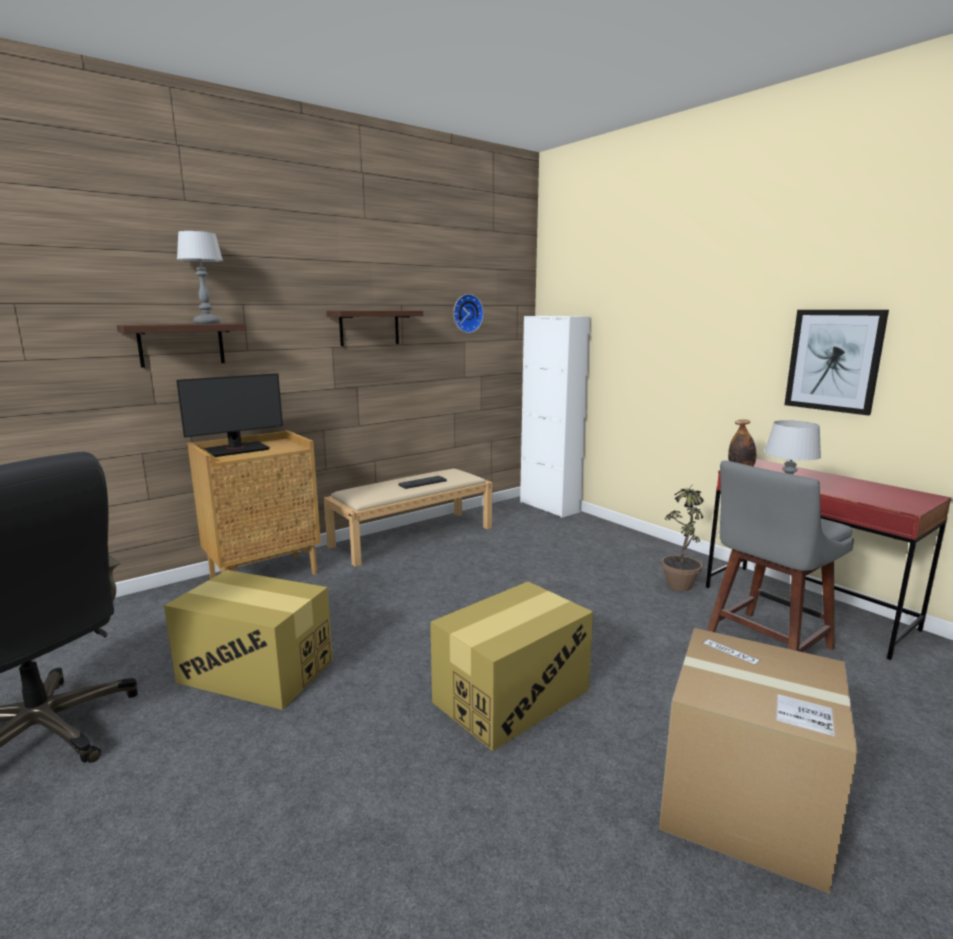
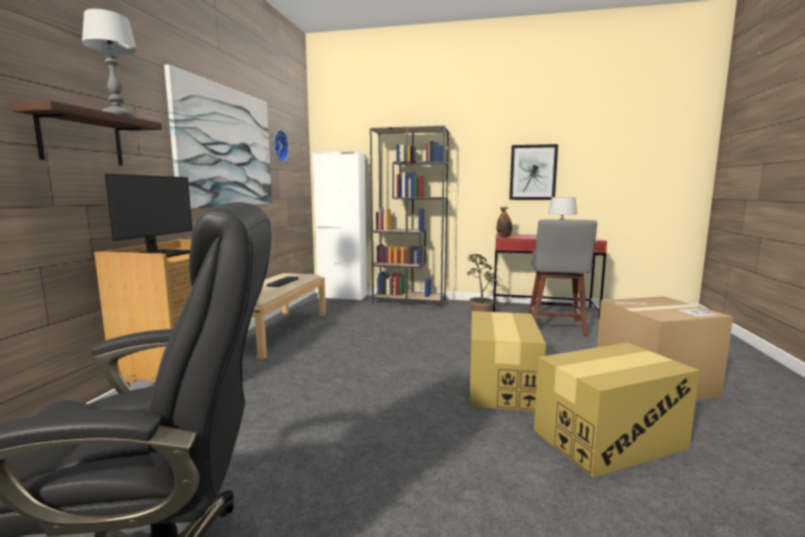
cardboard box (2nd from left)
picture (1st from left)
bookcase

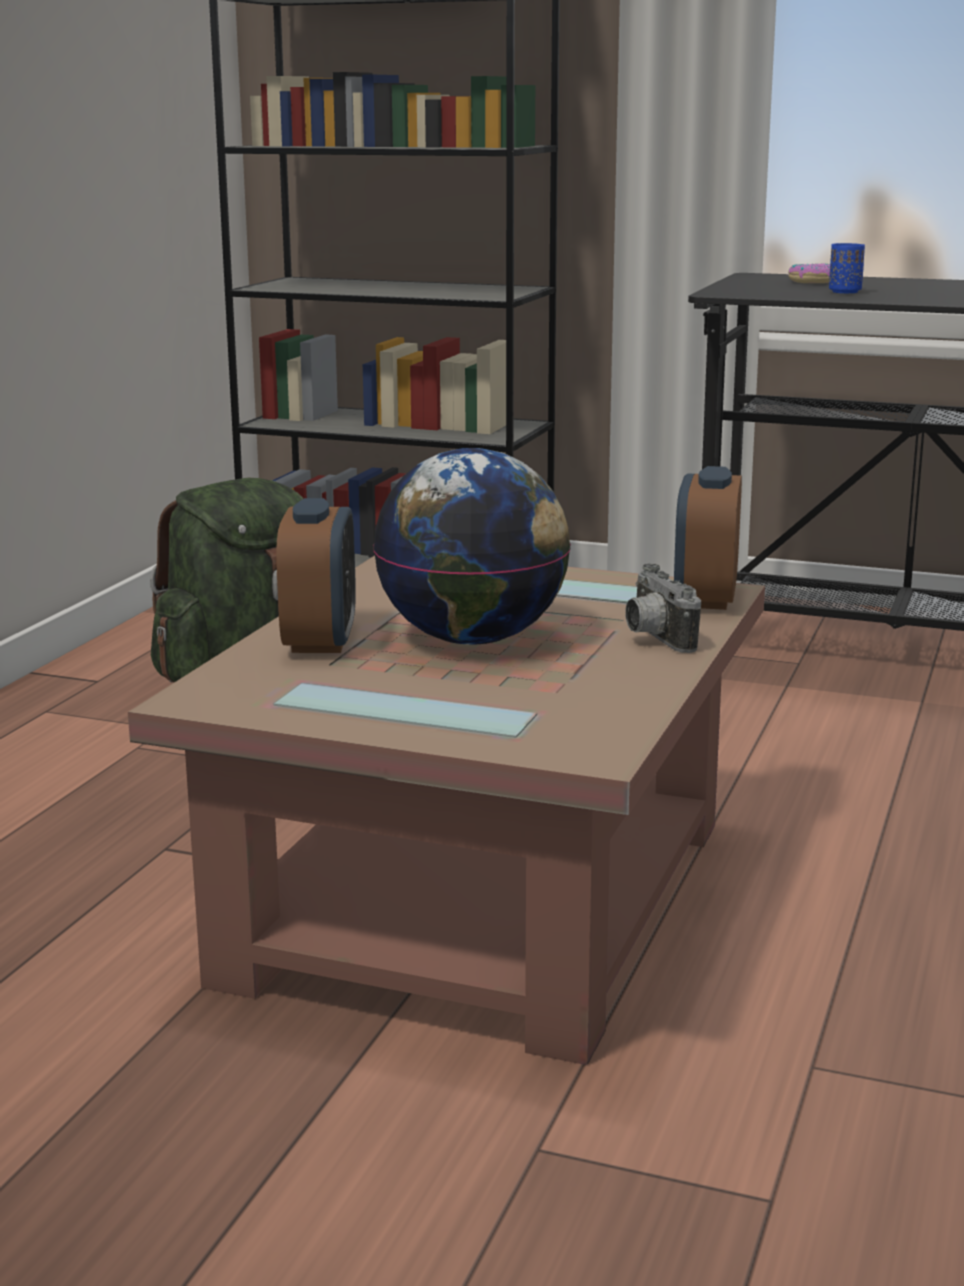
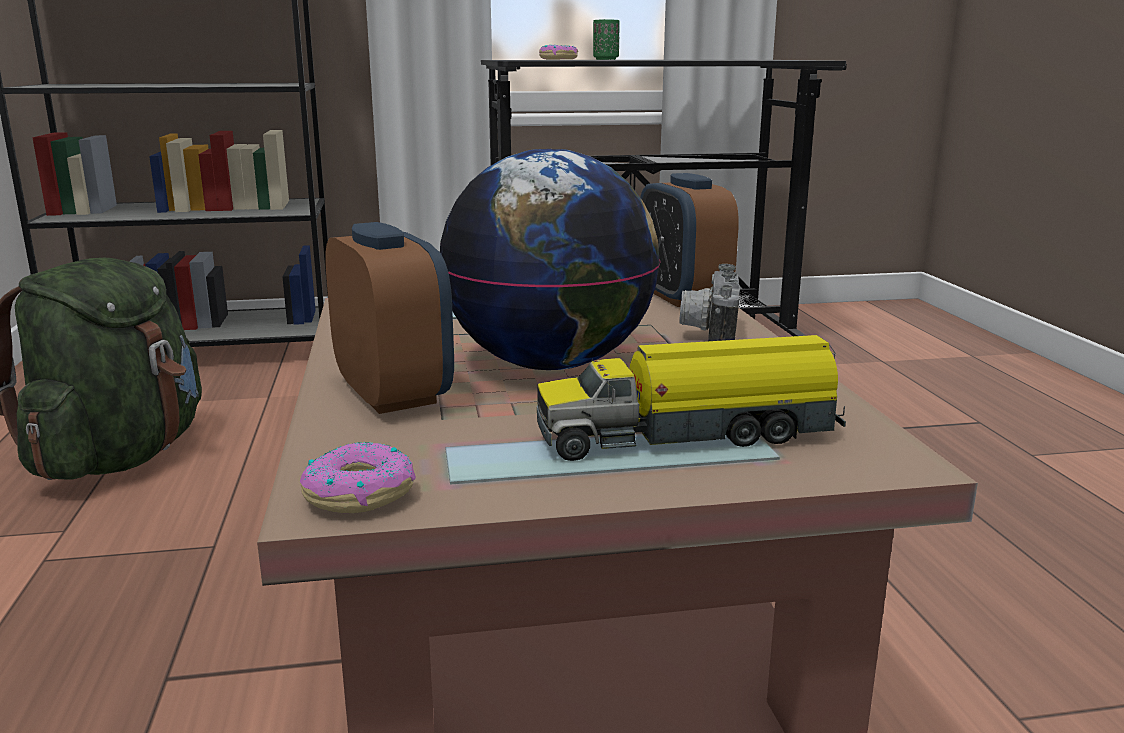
photo camera
cup (green)
donut (1st from left)
toy truck

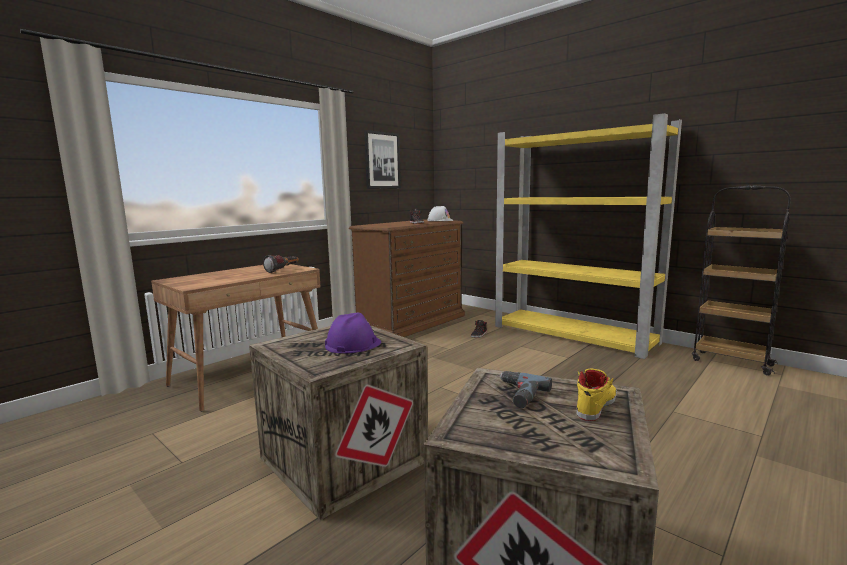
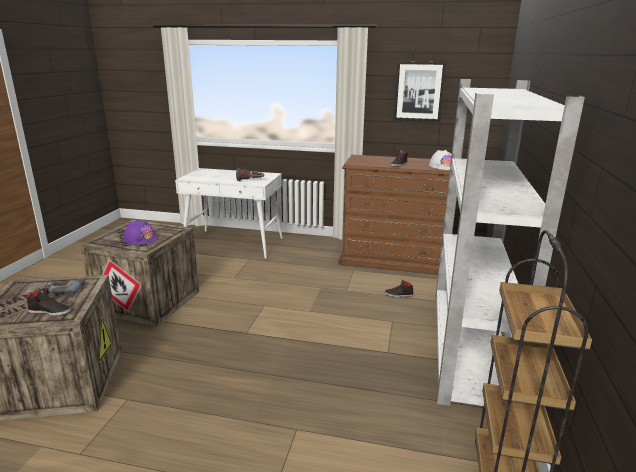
desk (white)
bookcase (white)
shoe (black) (1st from left)

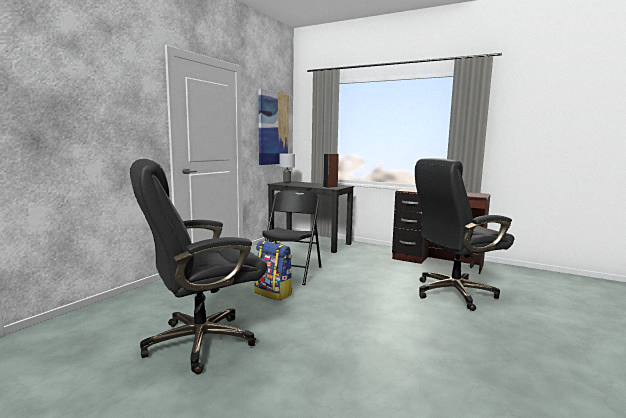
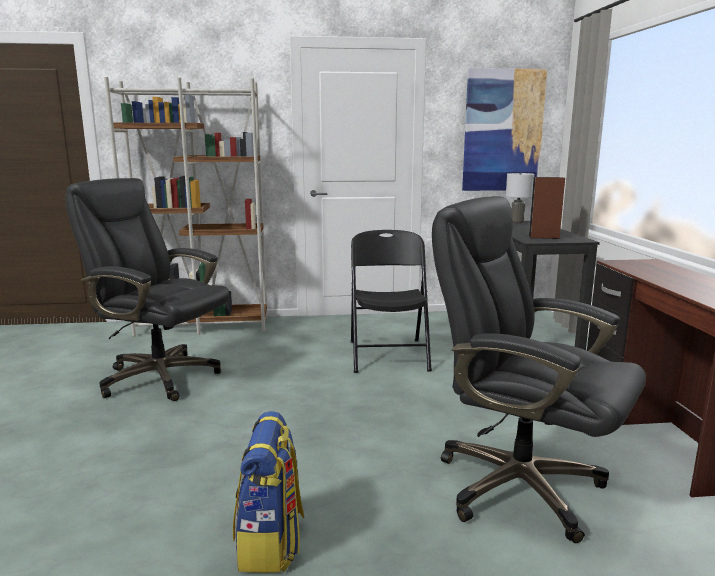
backpack
chair (black)
bookcase (brown)

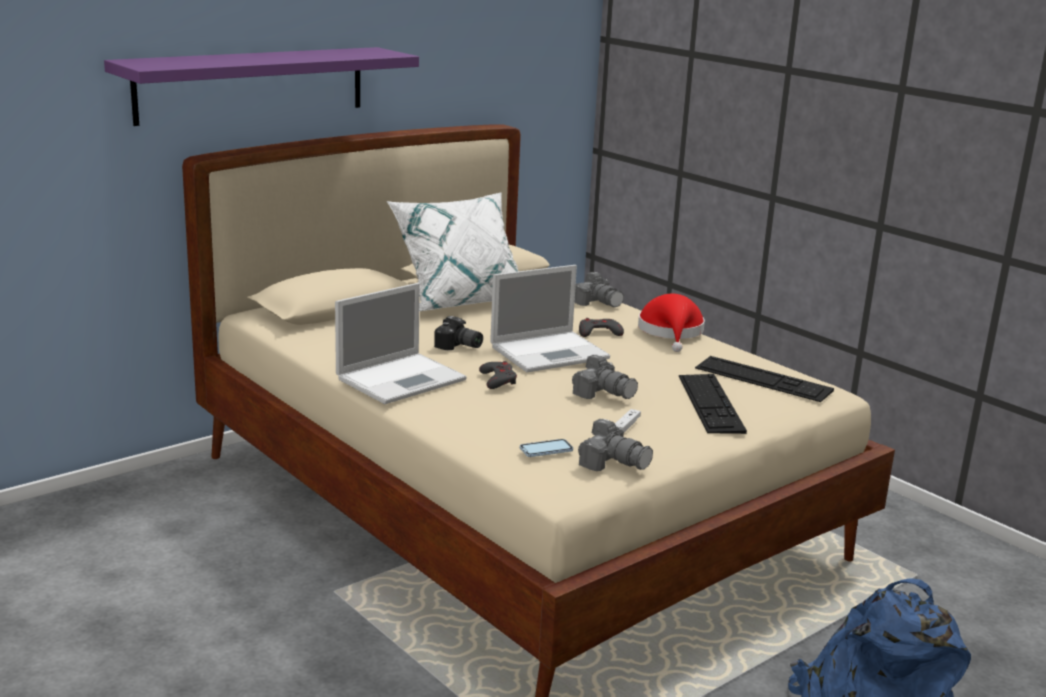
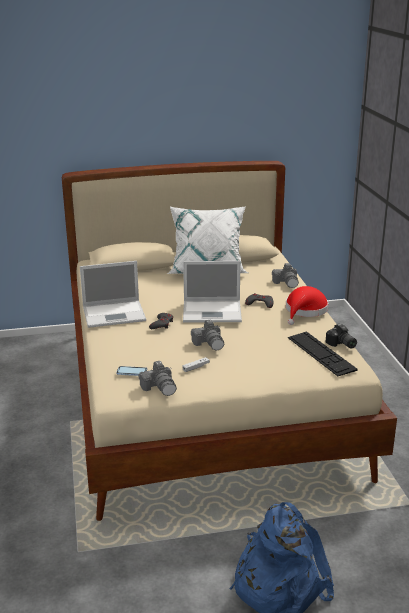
shelf (purple)
photo camera (4th from left)
keyboard (1st from left in the first image)

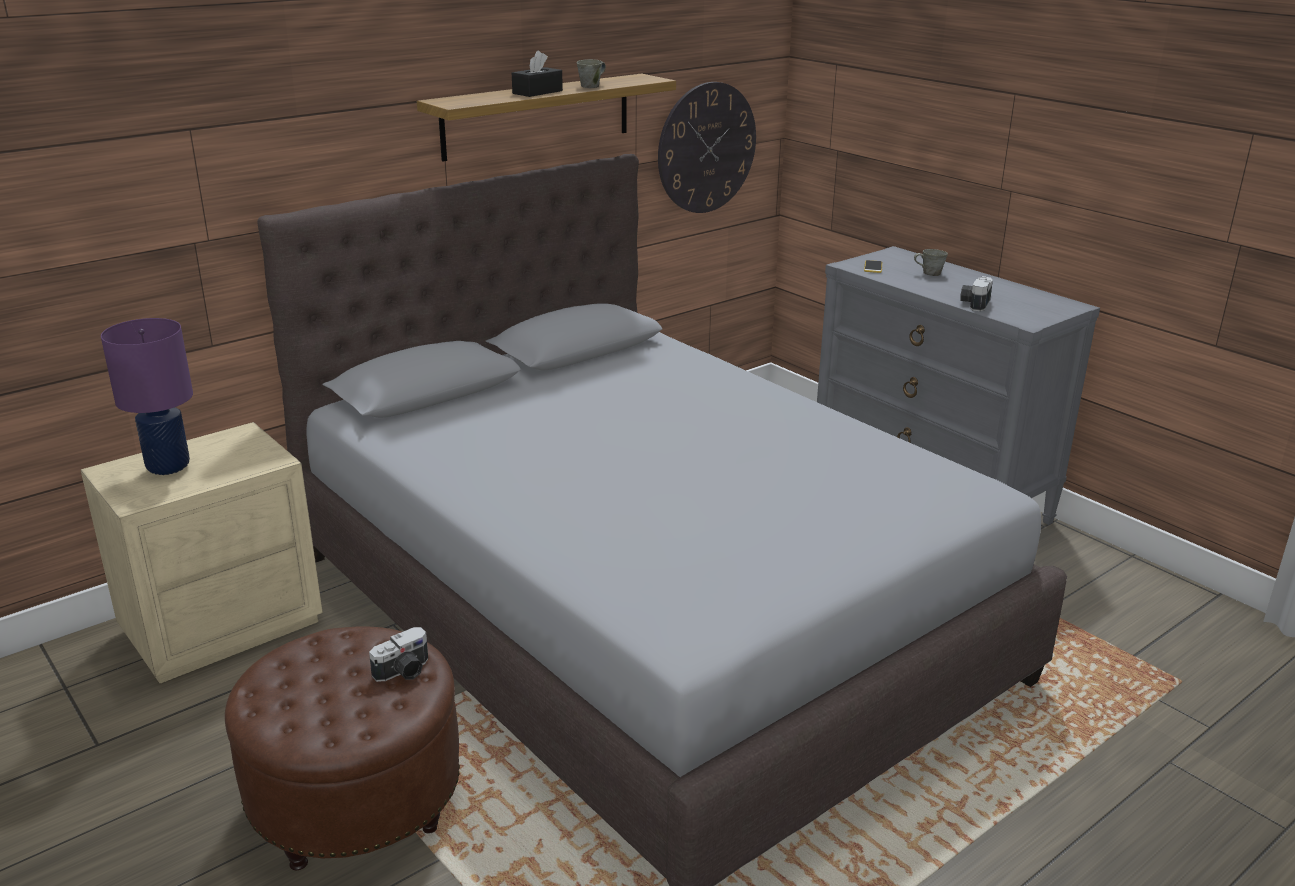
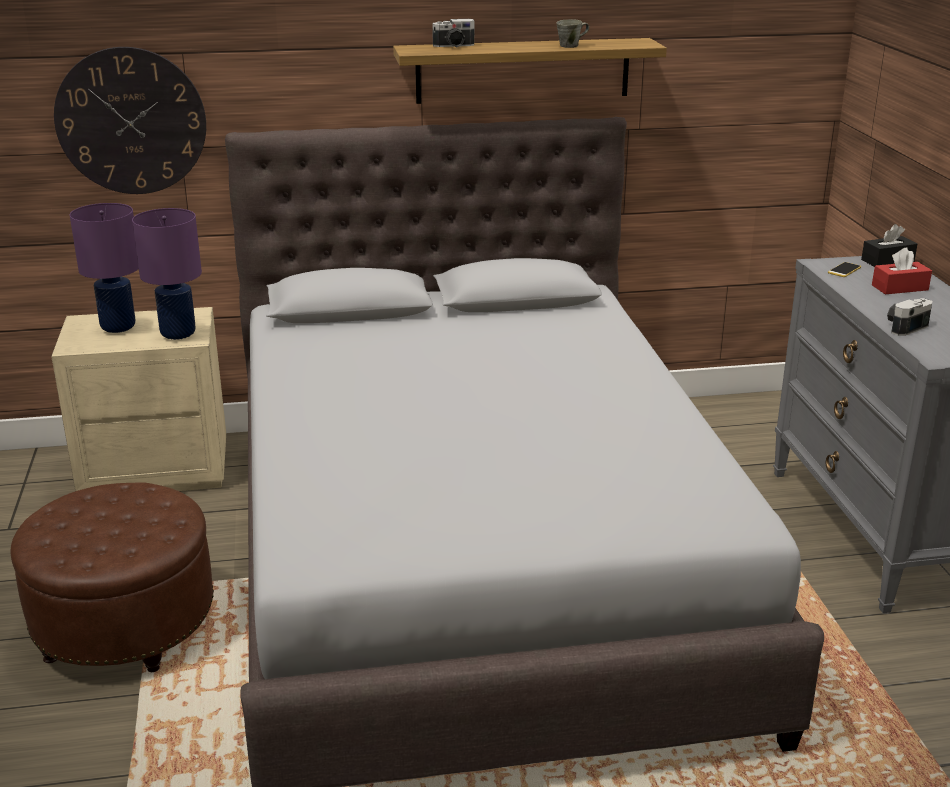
photo camera (1st from left)
tissue box (black)
wall clock
tissue box (red)
table lamp (purple) (2nd from left)

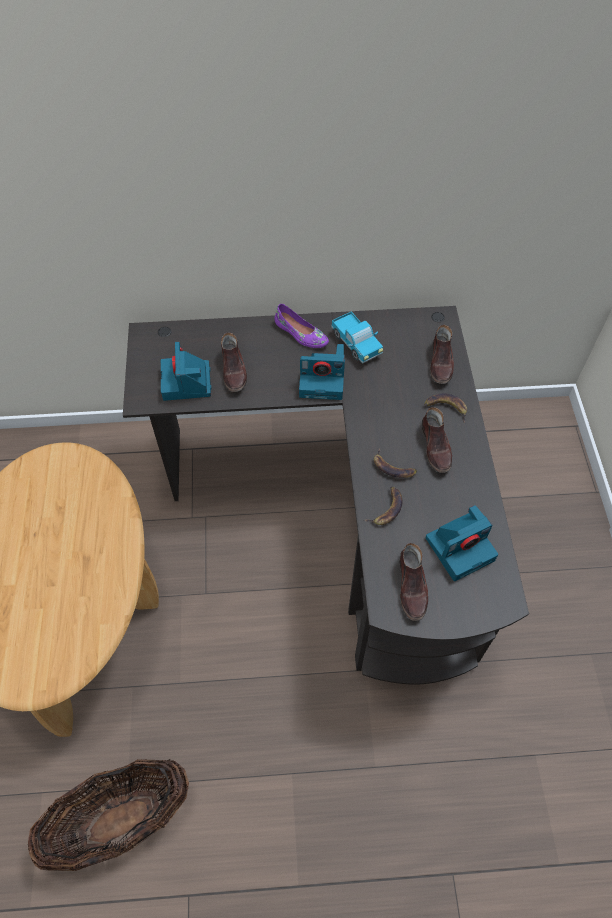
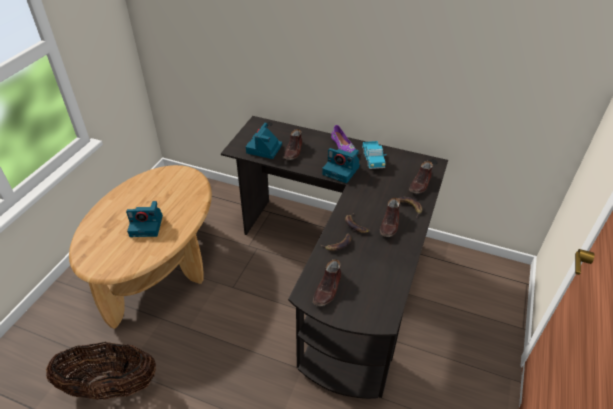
photo camera (1st from left)

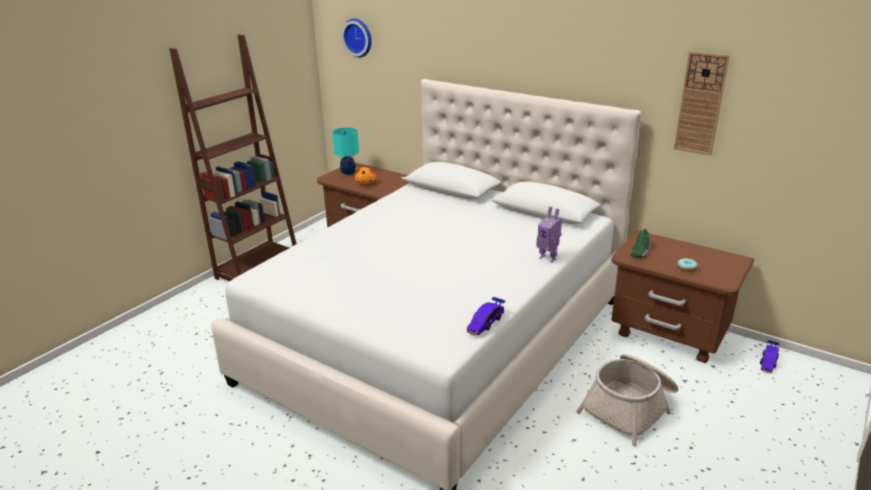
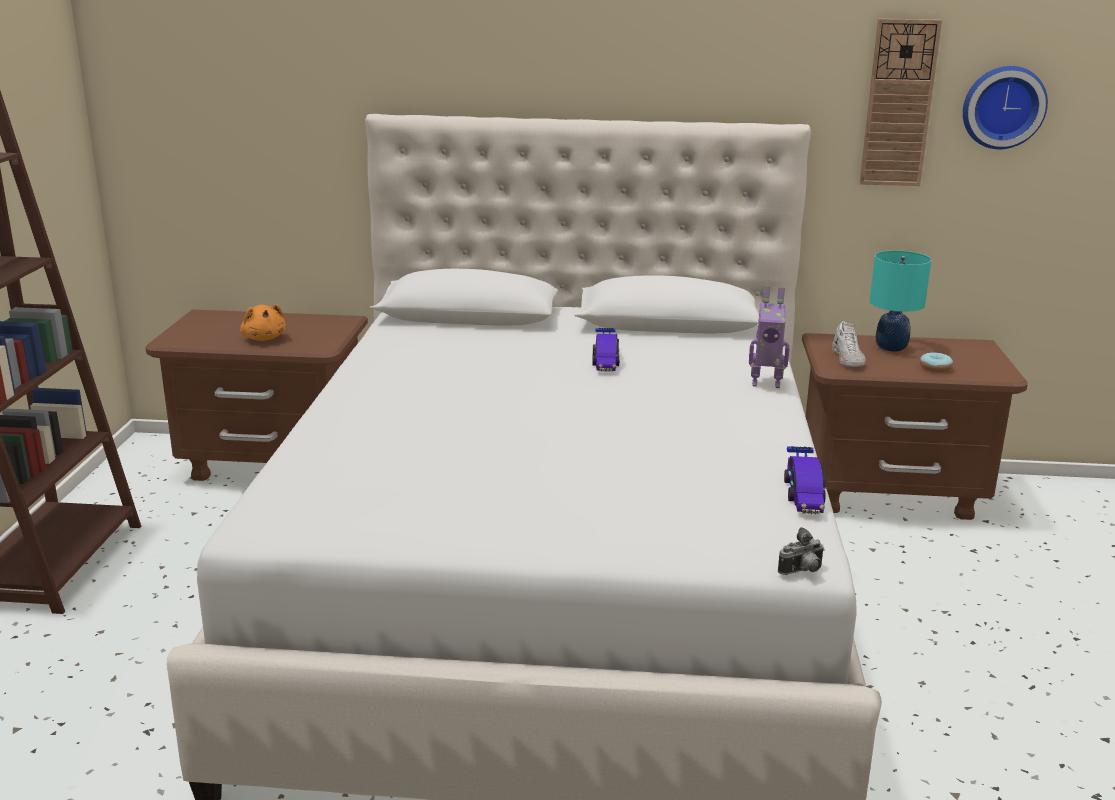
table lamp (turquoise)
wall clock (2nd from left)
basket
shoe (white)
toy car (1st from left)
photo camera

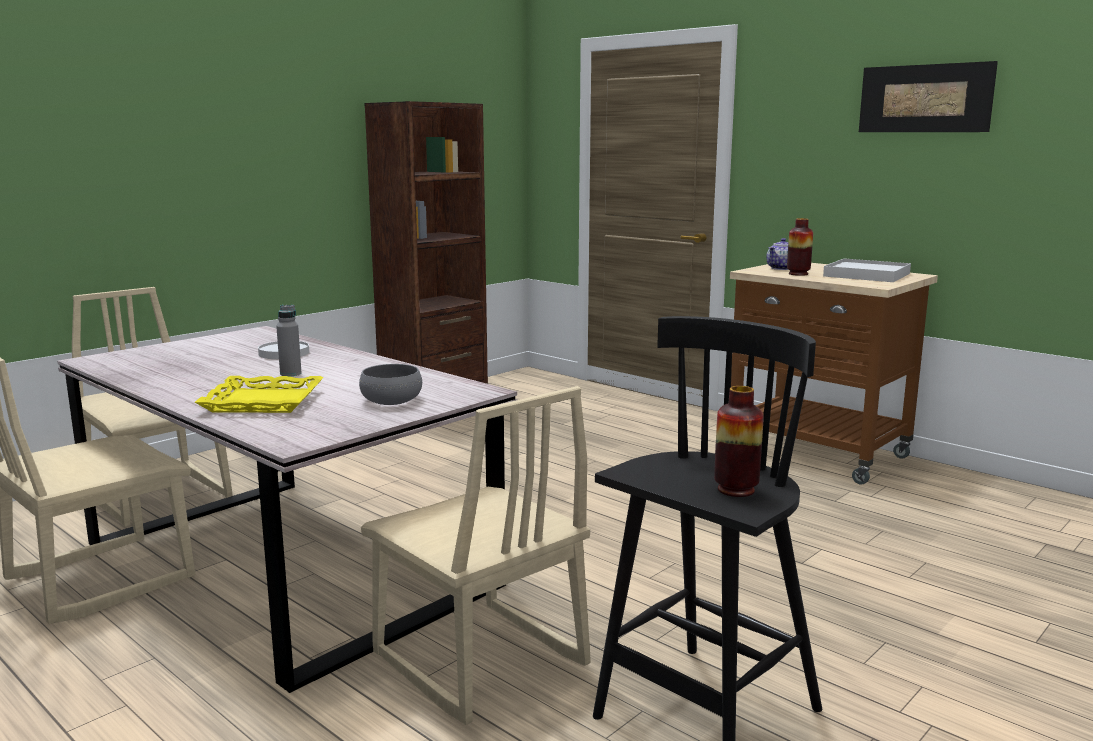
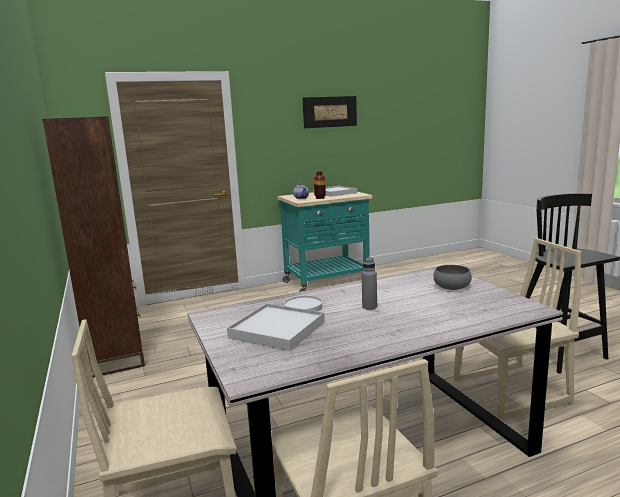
tray (yellow)
vase (1st from left in the first image)
cart (turquoise)
tray (white) (1st from left)

